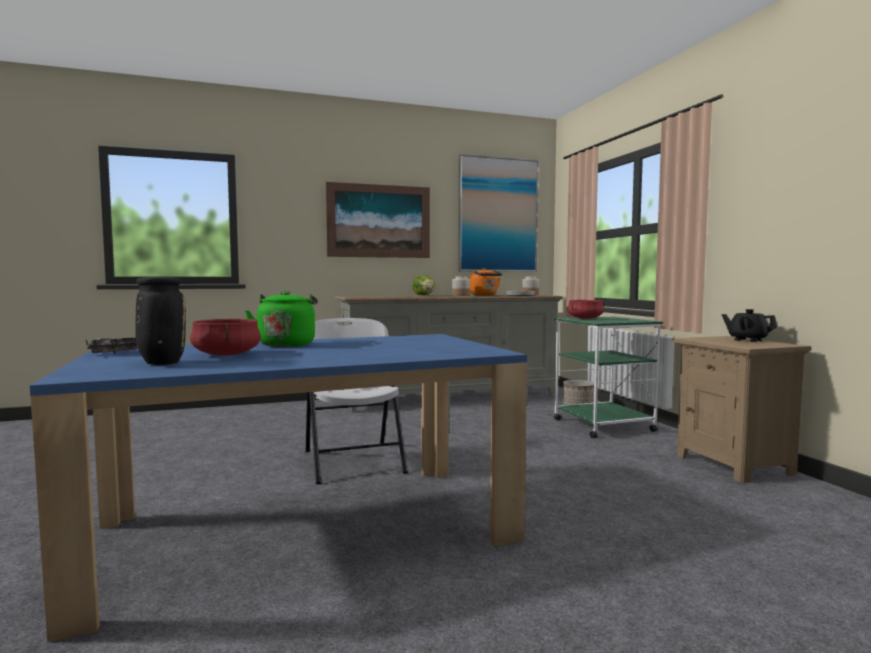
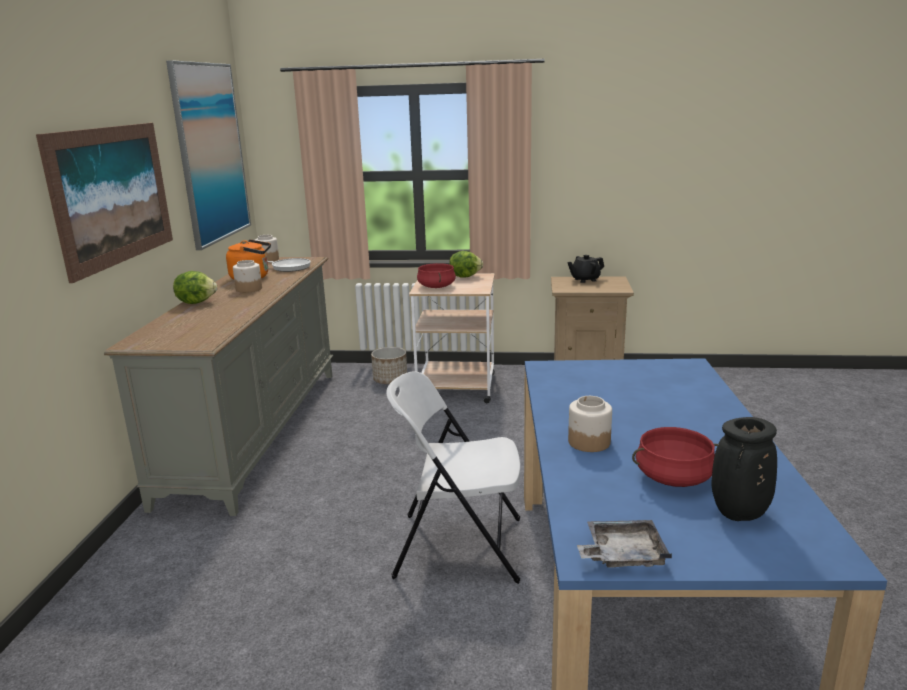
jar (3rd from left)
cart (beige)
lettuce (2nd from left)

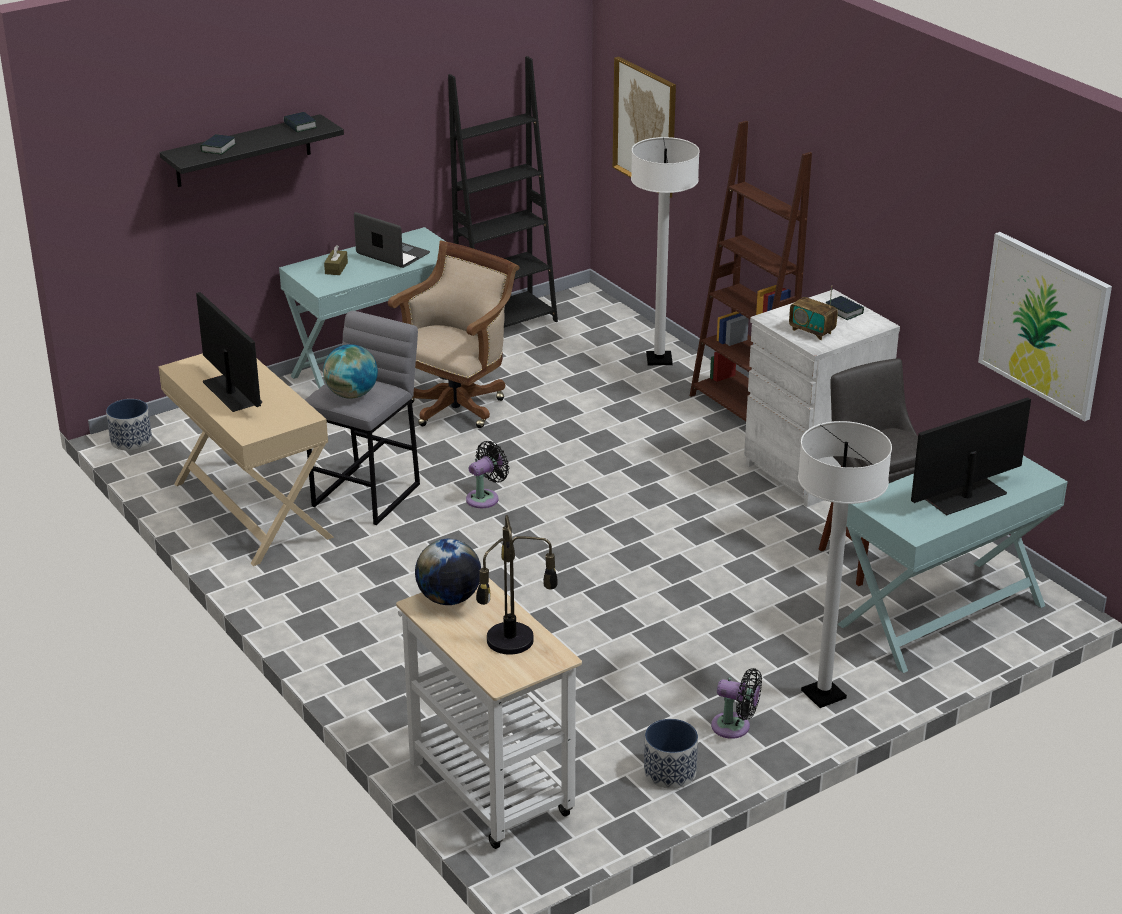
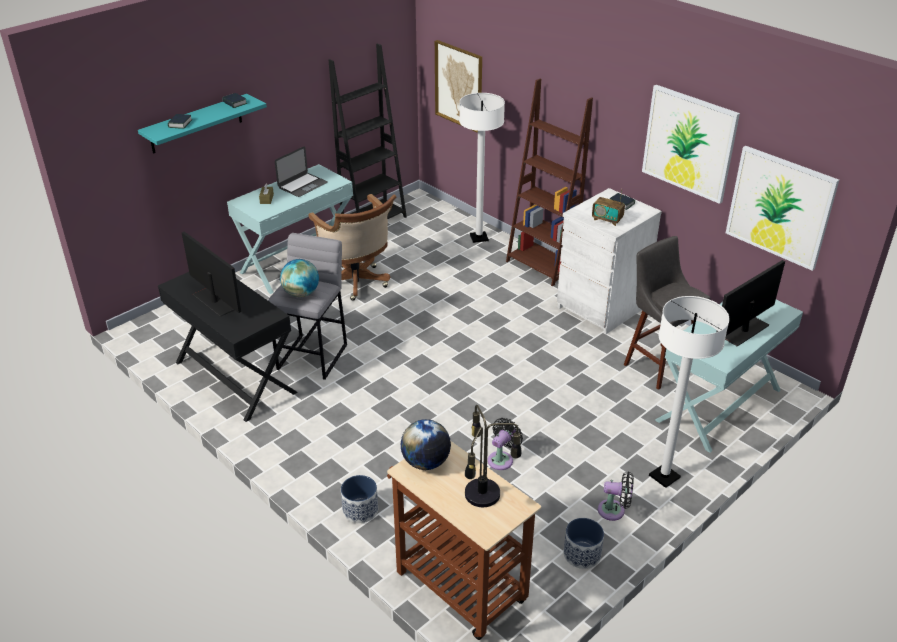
planter (1st from left)
desk (black)
shelf (turquoise)
laptop
office chair
cart (brown)
fan (black) (1st from left)
picture (2nd from left)

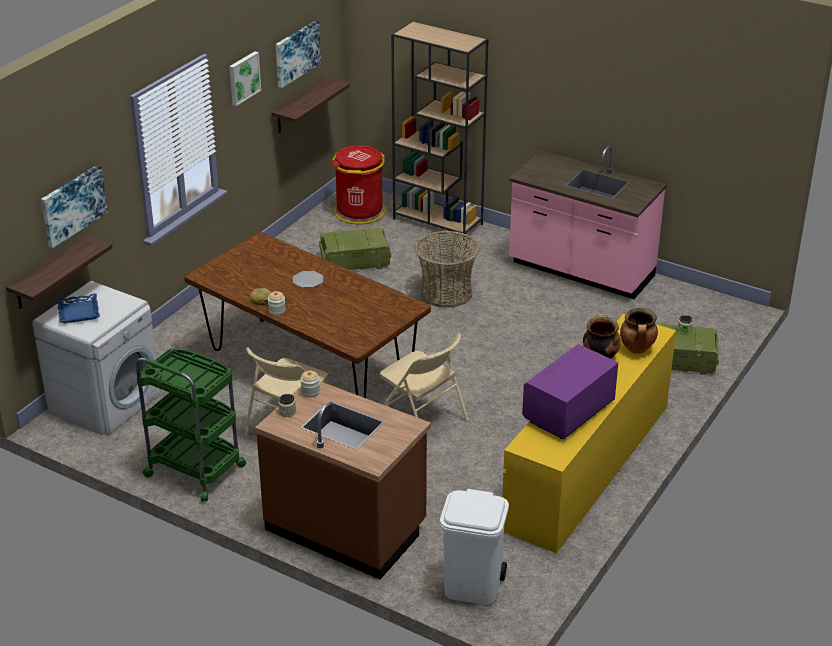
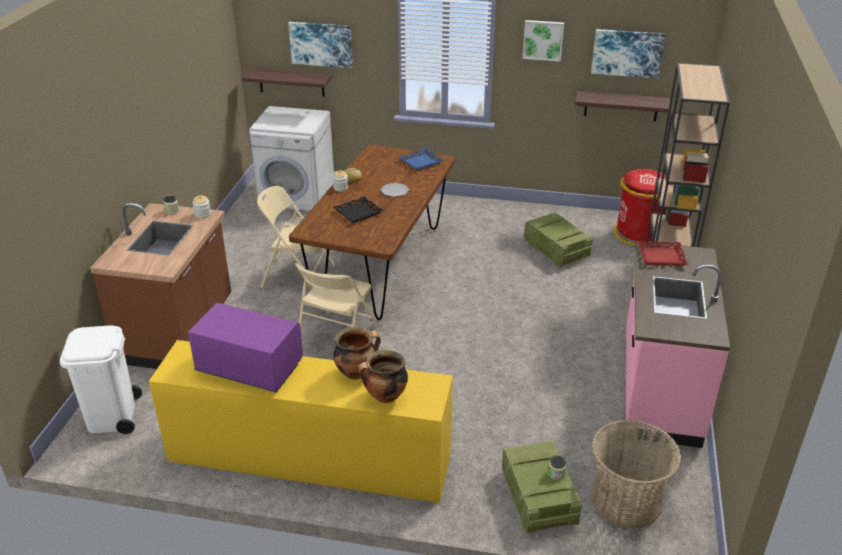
tray (blue)
cart (green)
basket
tray (black)
tray (red)

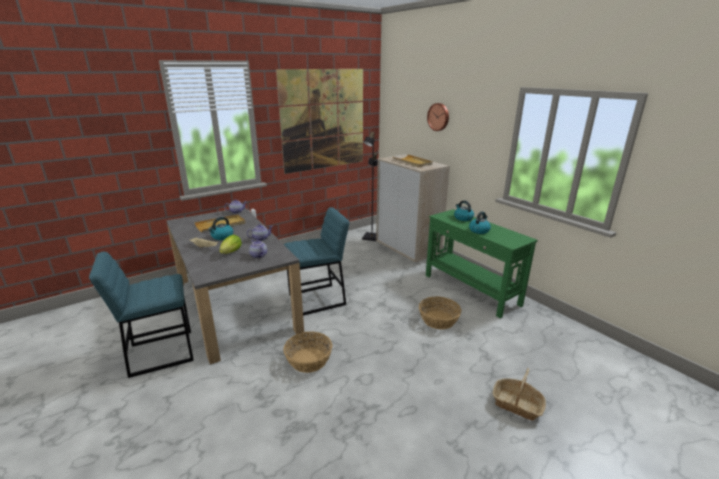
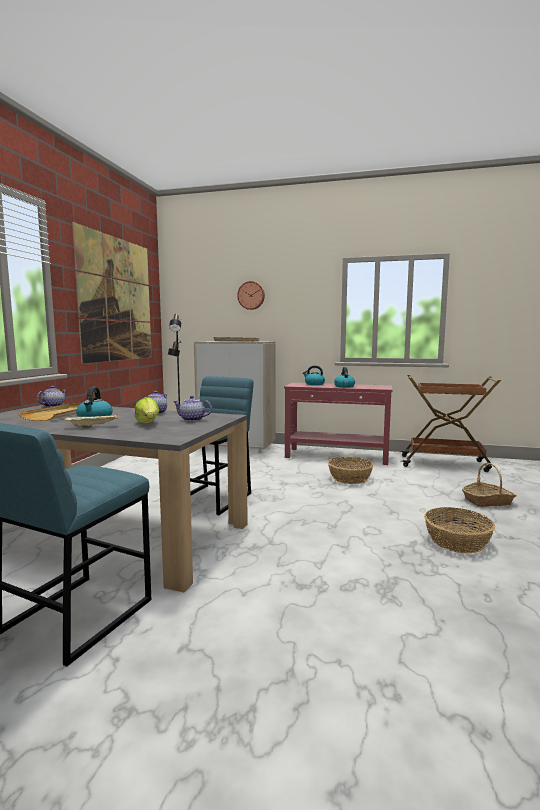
basket (2nd from left)
console table (red)
cart (brown)

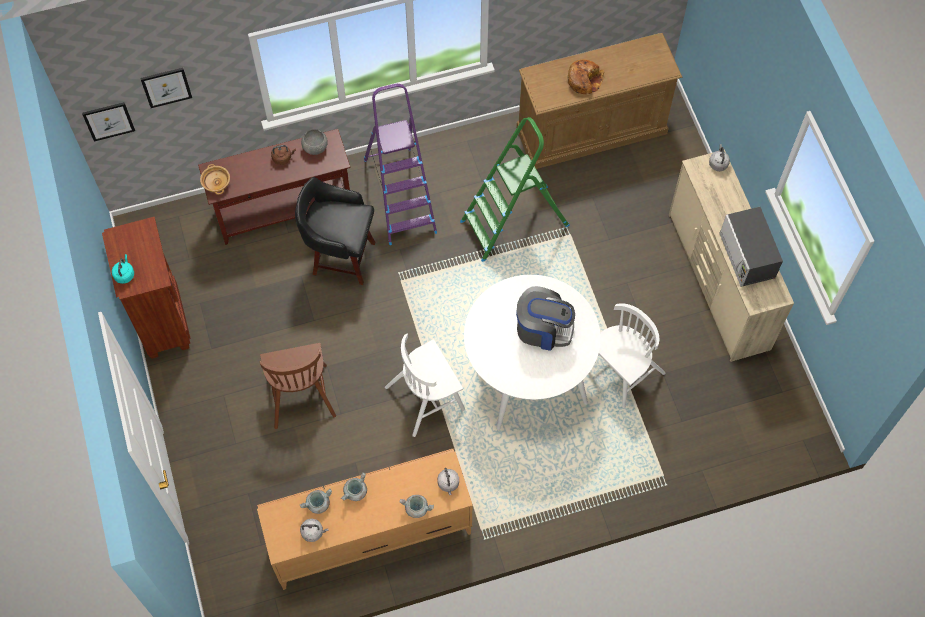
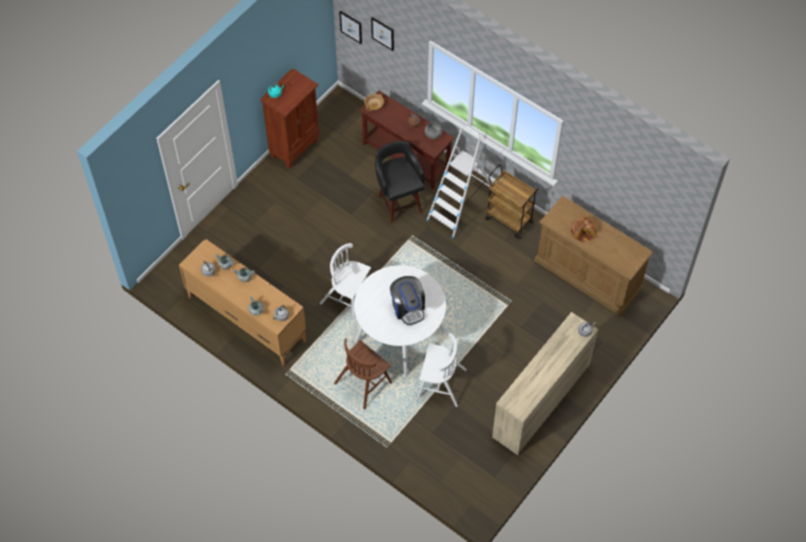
chair (brown)
step ladder (white)
step ladder (green)
microwave
cart (brown)

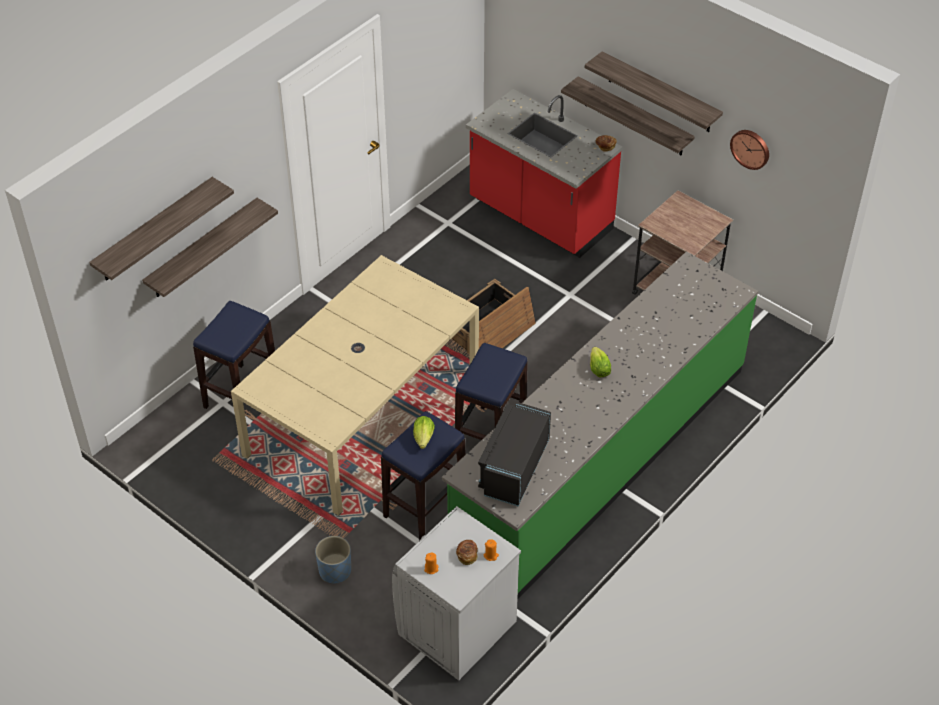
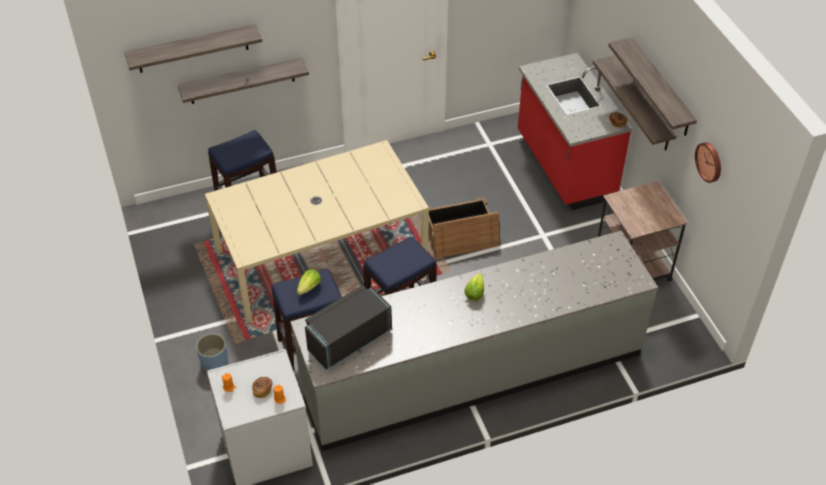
counter (grey)

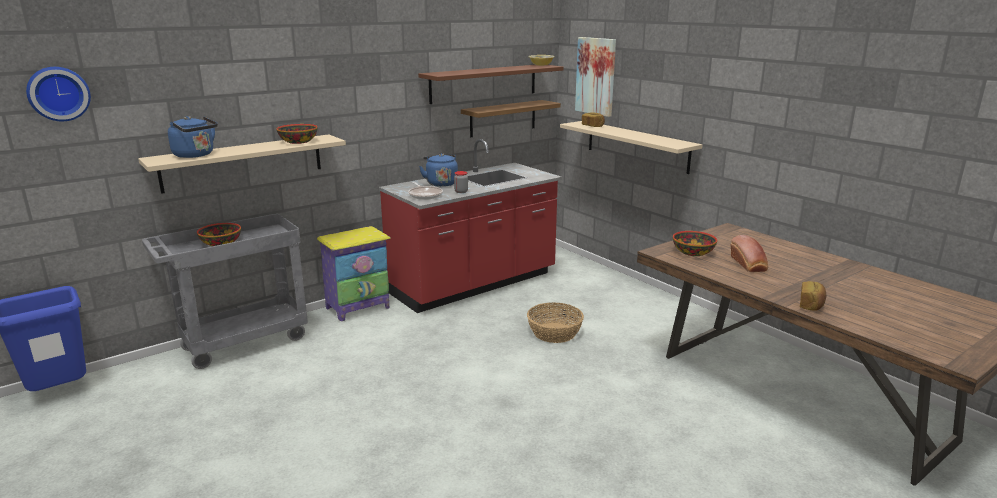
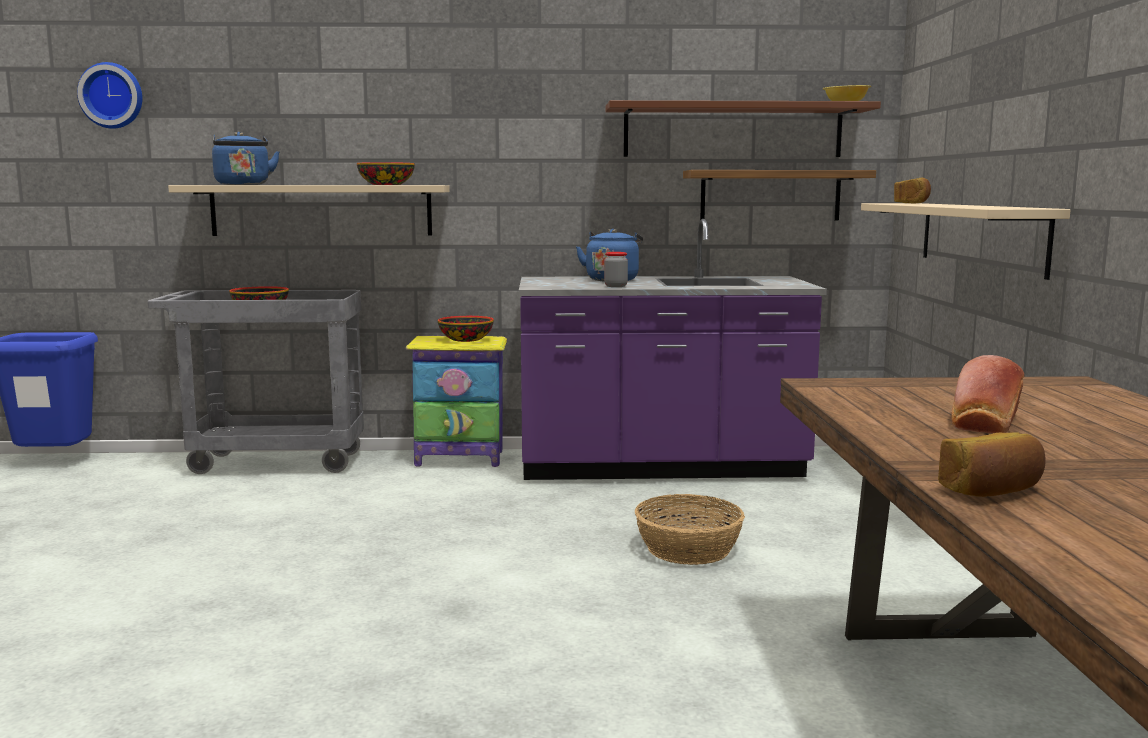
counter (purple)
frying pan
picture
bowl (3rd from left)

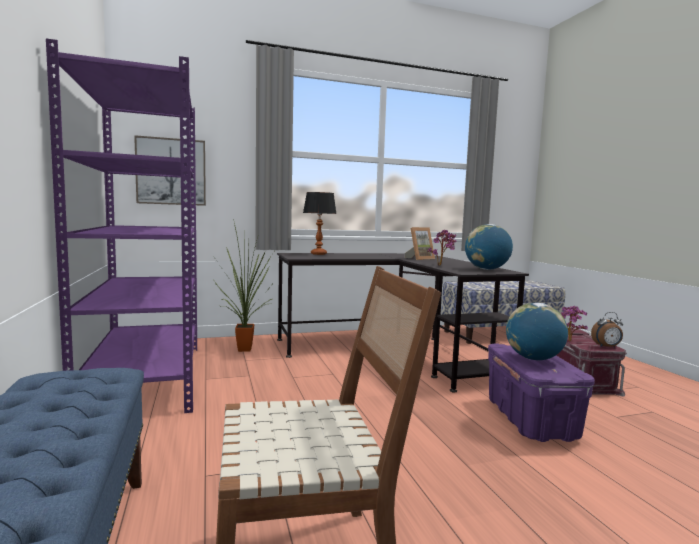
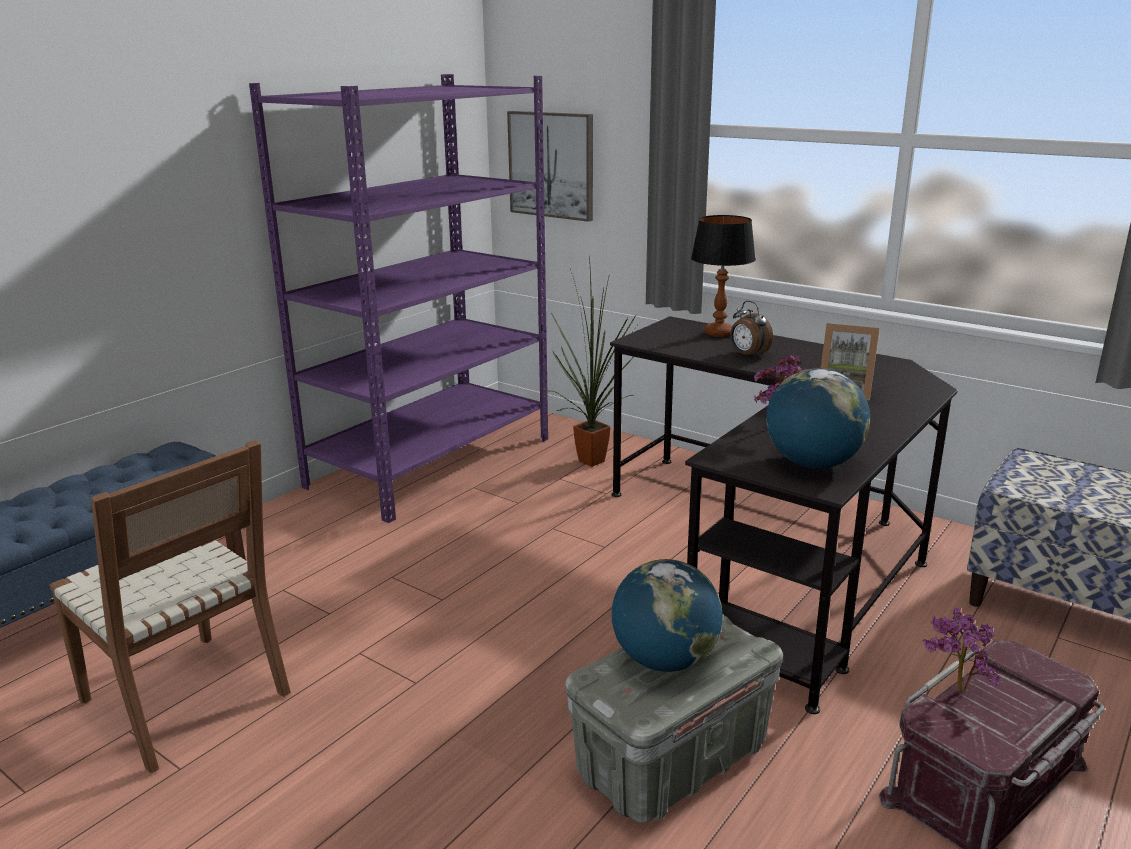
storage box (grey)
alarm clock

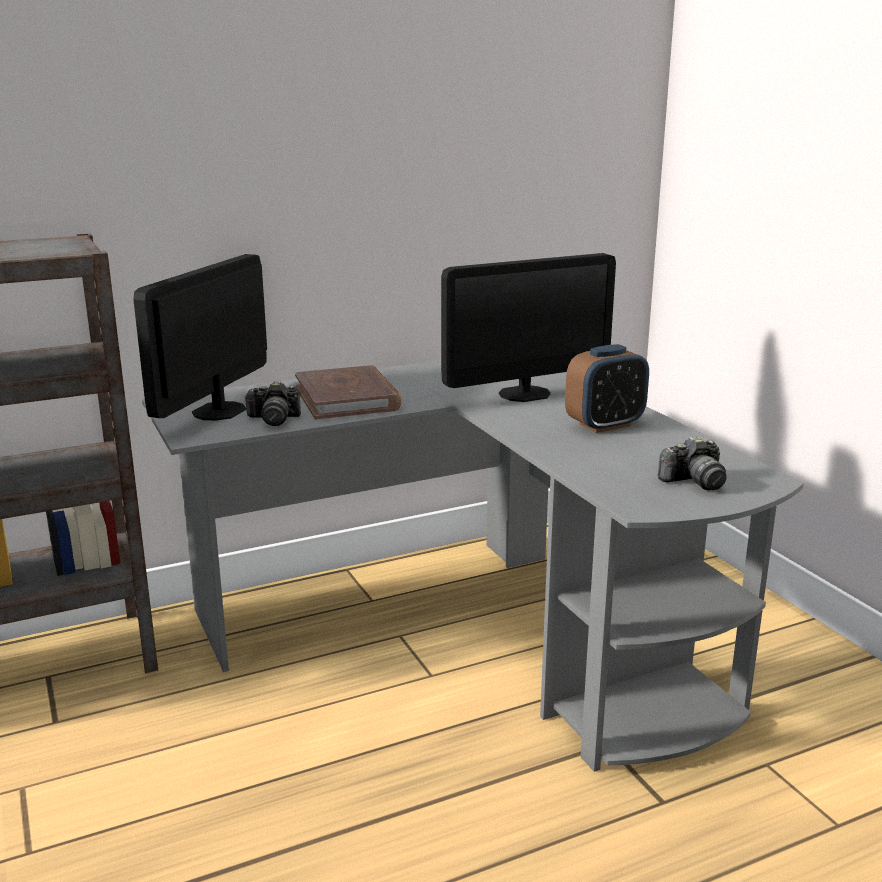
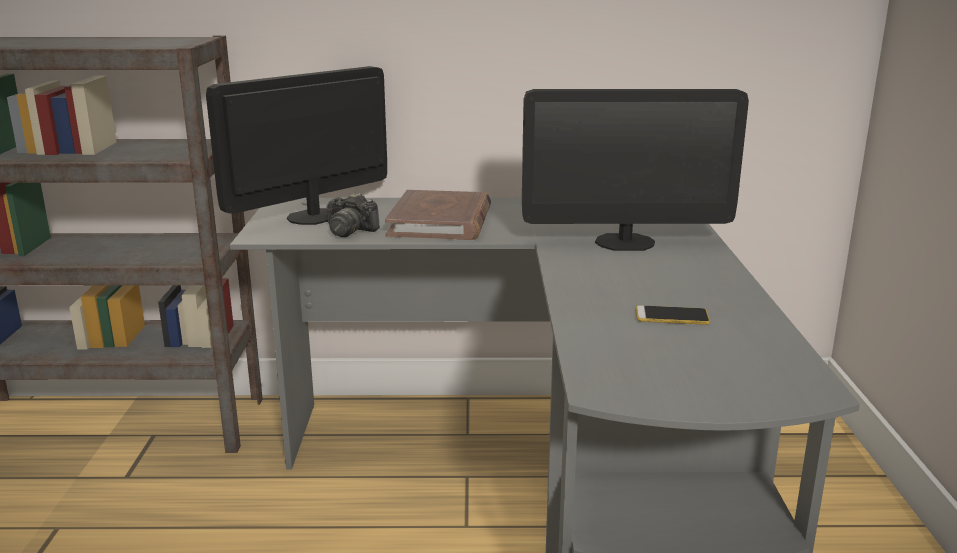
alarm clock
photo camera (2nd from left in the first image)
phone

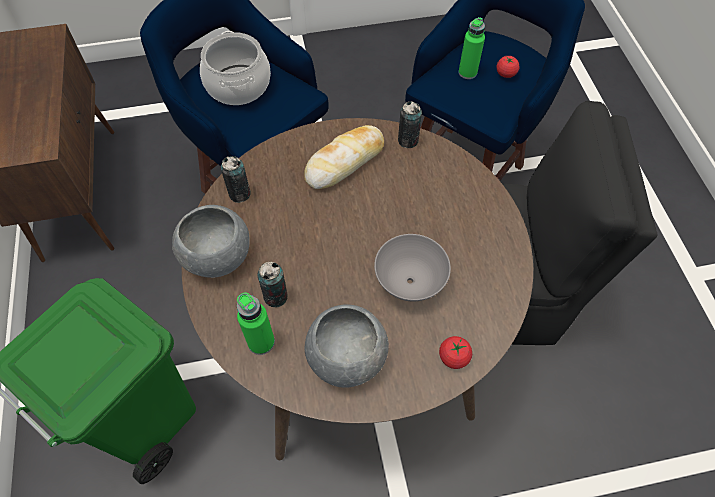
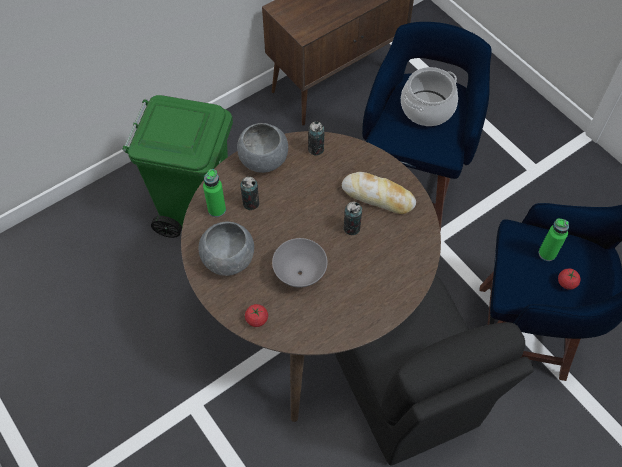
can (3rd from left)

